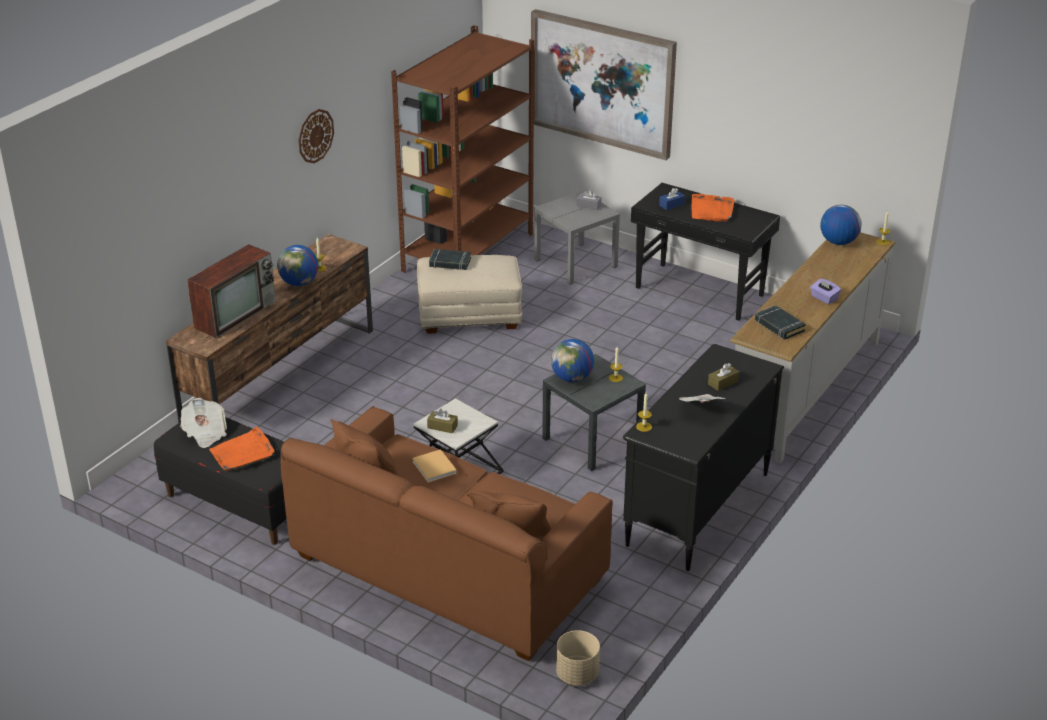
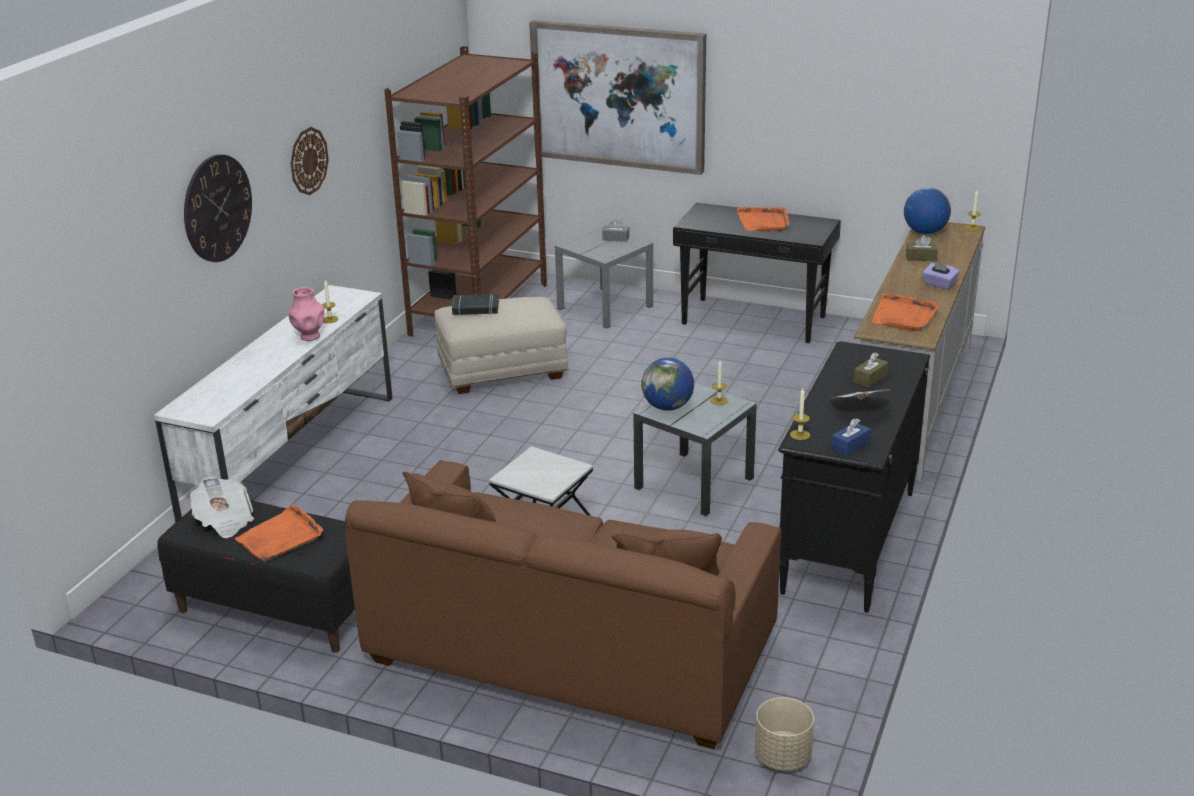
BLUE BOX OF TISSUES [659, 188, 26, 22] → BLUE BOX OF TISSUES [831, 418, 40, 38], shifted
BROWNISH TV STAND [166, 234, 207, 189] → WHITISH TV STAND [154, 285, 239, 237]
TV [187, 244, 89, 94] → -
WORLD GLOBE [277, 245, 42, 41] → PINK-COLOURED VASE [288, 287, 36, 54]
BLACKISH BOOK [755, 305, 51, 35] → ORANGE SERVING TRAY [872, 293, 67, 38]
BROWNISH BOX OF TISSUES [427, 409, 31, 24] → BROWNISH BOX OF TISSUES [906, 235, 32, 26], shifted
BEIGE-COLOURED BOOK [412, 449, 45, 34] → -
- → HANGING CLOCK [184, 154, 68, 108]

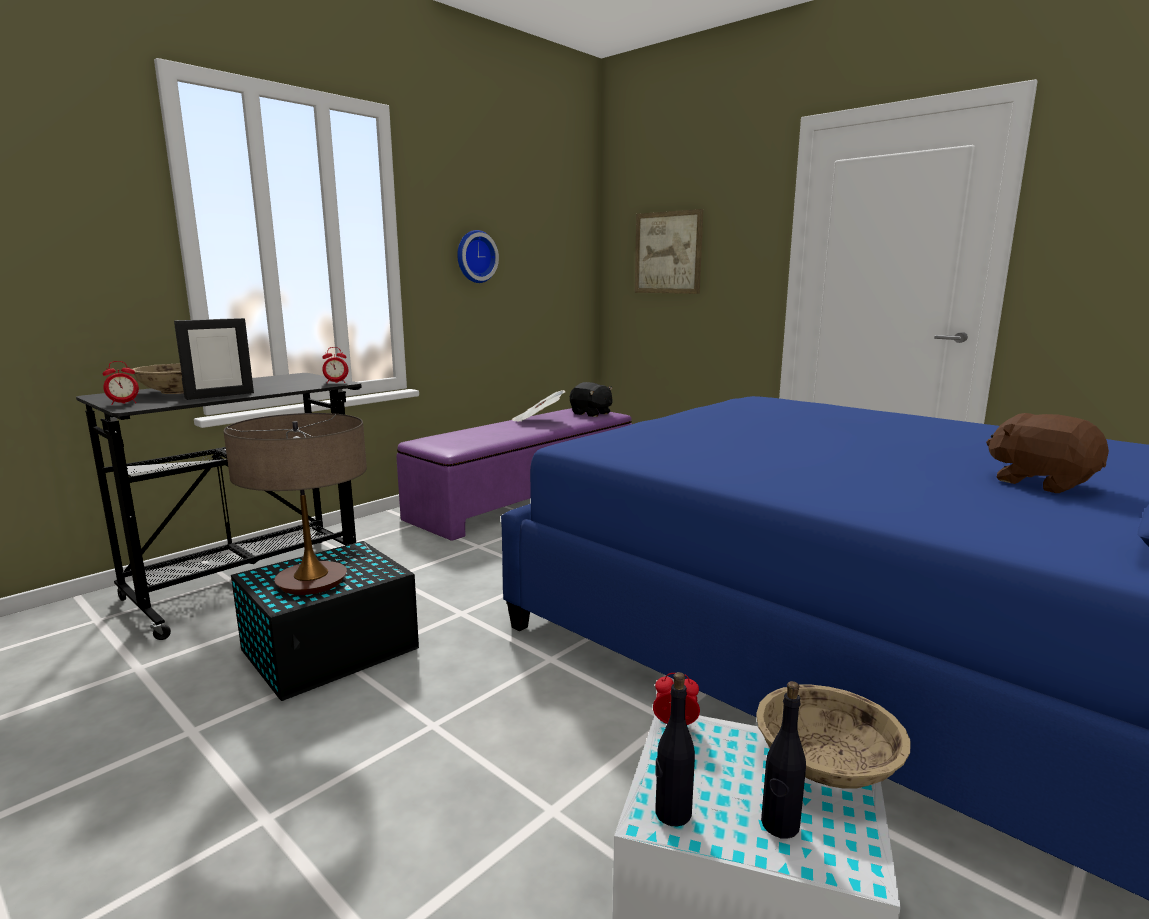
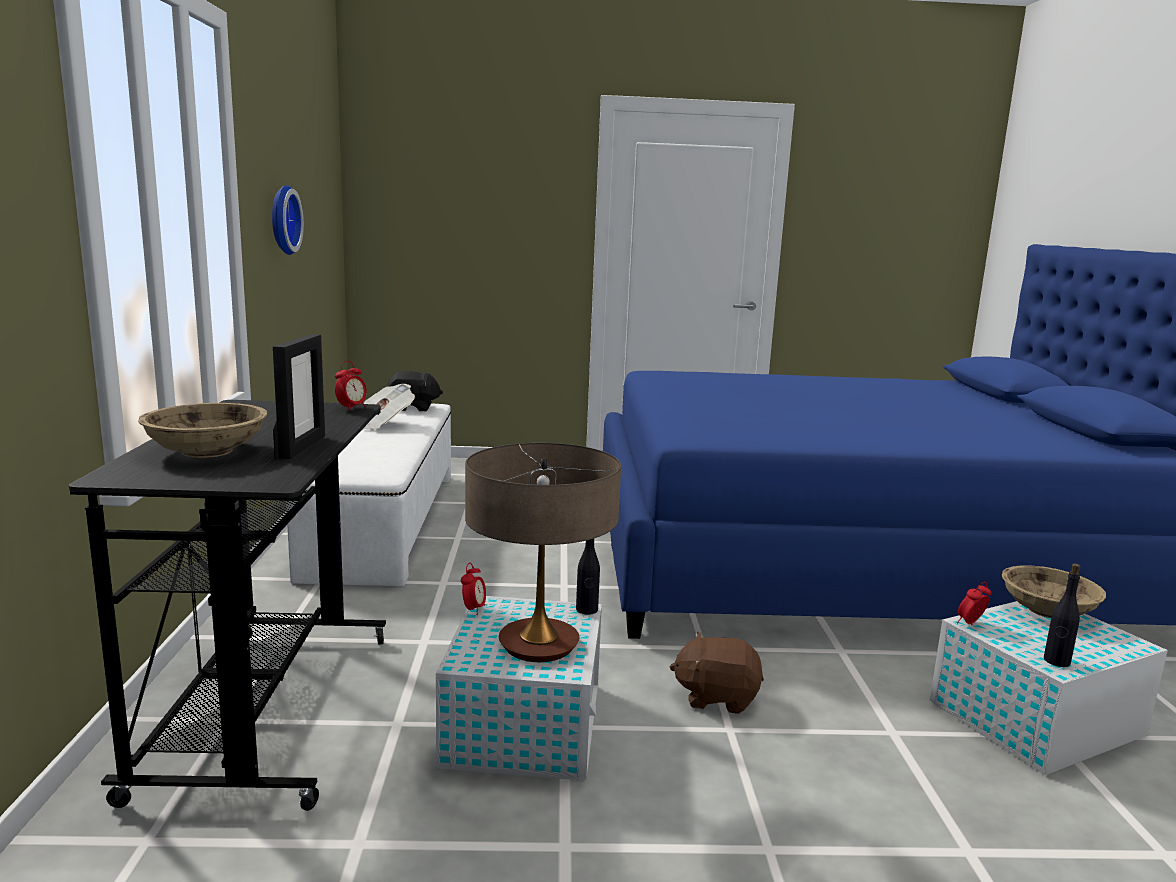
PICTURE [635, 209, 68, 85] → -
ALARM CLOCK [102, 361, 37, 44] → ALARM CLOCK [461, 563, 25, 52], shifted
PURPLE-COLOURED LONG SEAT [396, 408, 236, 133] → WHITISH LONG SEAT [287, 403, 164, 183]
BROWNISH SOFT TOY [986, 413, 123, 80] → BROWNISH SOFT TOY [670, 632, 94, 82], shifted
BLACKISH STORAGE CONTAINER [231, 541, 188, 160] → WHITISH STORAGE CONTAINER [436, 596, 166, 184]
BLACKISH BOTTLE [761, 681, 45, 157] → BLACKISH BOTTLE [576, 539, 24, 76], shifted

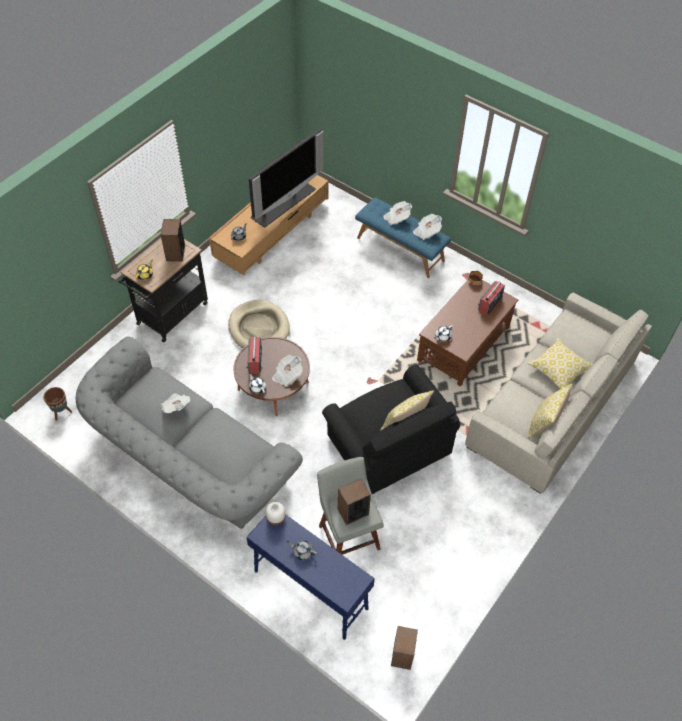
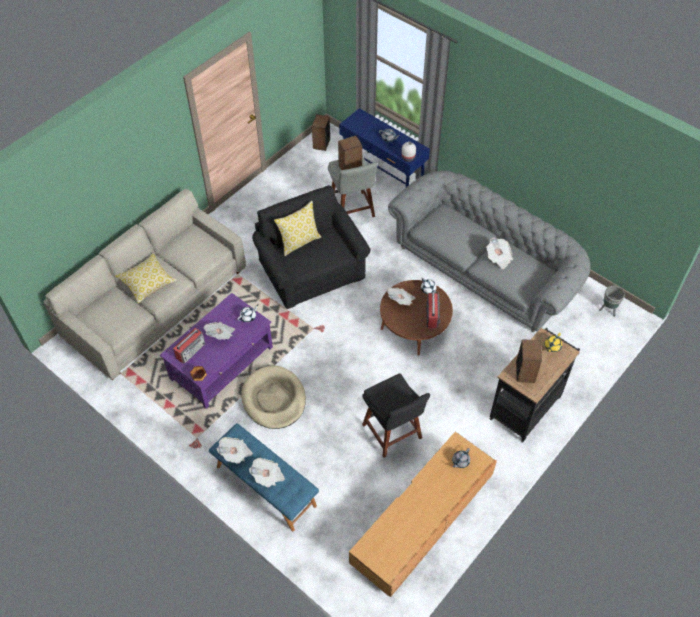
TV [249, 128, 74, 100] → -
BROWNISH LOW TABLE [417, 280, 101, 107] → PURPLE-COLOURED LOW TABLE [160, 293, 113, 115]
BEIGE-COLOURED PET BED [229, 300, 61, 48] → BEIGE-COLOURED PET BED [241, 366, 65, 63], shifted
CUSHION [527, 384, 45, 55] → -
BROWNISH PLANT POT [43, 387, 29, 34] → GREYISH PLANT POT [599, 286, 26, 31]
- → DAILY PAPER [204, 322, 31, 18]
- → BLACKISH SITTING STOOL [362, 373, 68, 85]

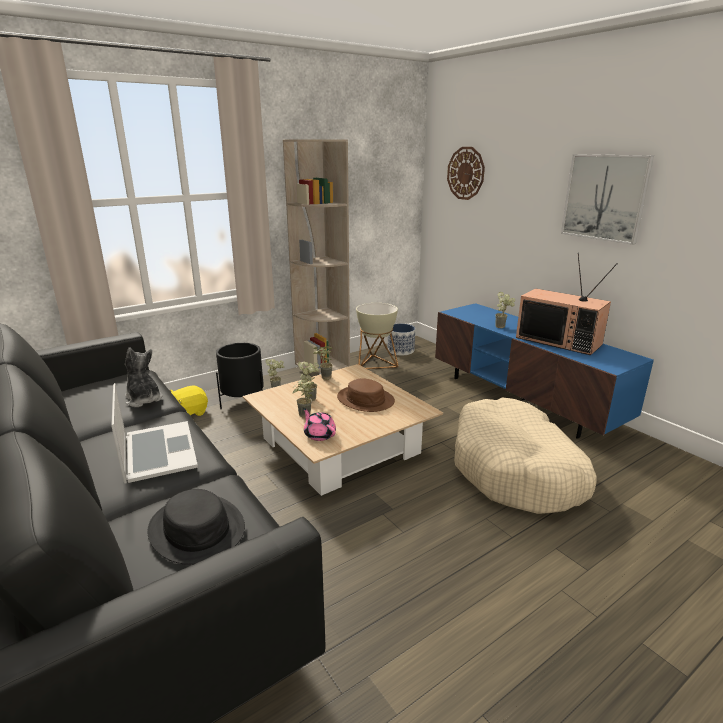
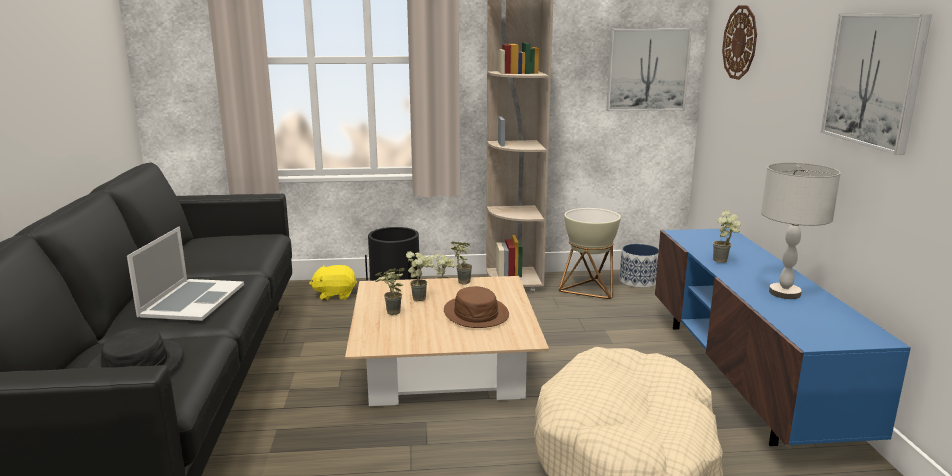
TV [516, 253, 102, 102] → GREYISH LAMP FOR A TABLE [761, 162, 80, 137]
SOFT TOY [125, 347, 37, 60] → -
PINK-COLOURED POT FOR TEA [303, 408, 33, 33] → -
- → PICTURE [606, 29, 86, 82]

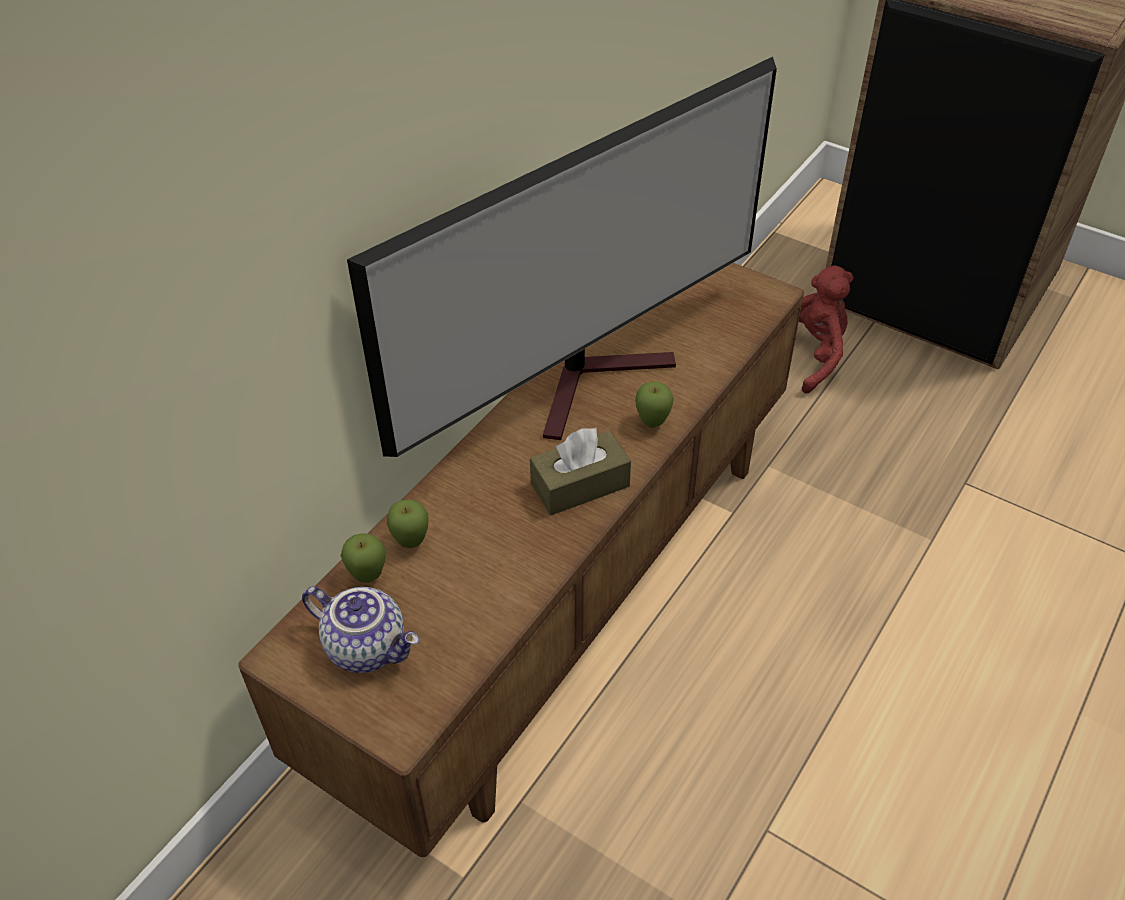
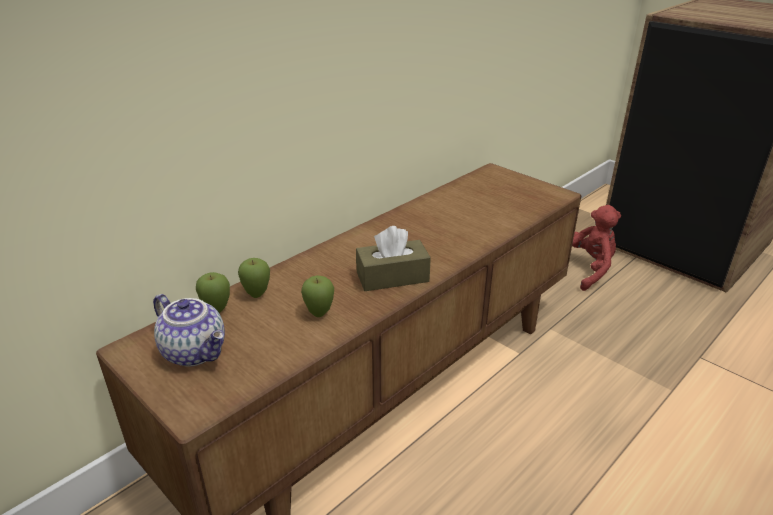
TV [347, 57, 430, 400] → -
APPLE FRUIT [635, 382, 39, 46] → APPLE FRUIT [301, 276, 33, 41], shifted

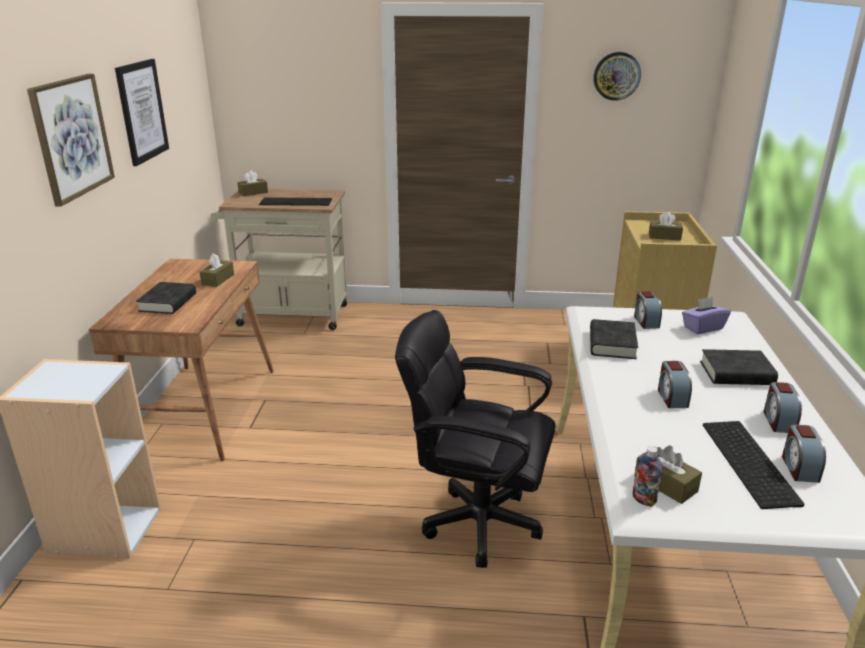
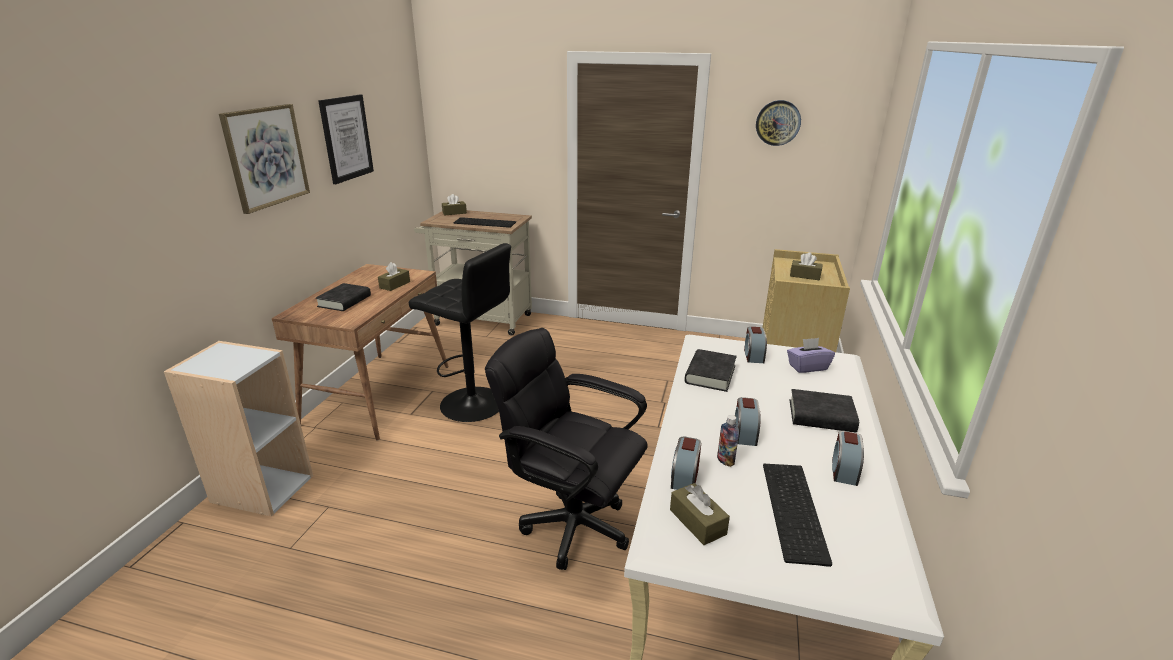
ALARM CLOCK [782, 424, 44, 59] → ALARM CLOCK [671, 436, 30, 54], shifted
BOTTLE [633, 446, 29, 61] → BOTTLE [717, 415, 22, 52], shifted
- → BLACKISH SITTING STOOL [409, 243, 102, 179]

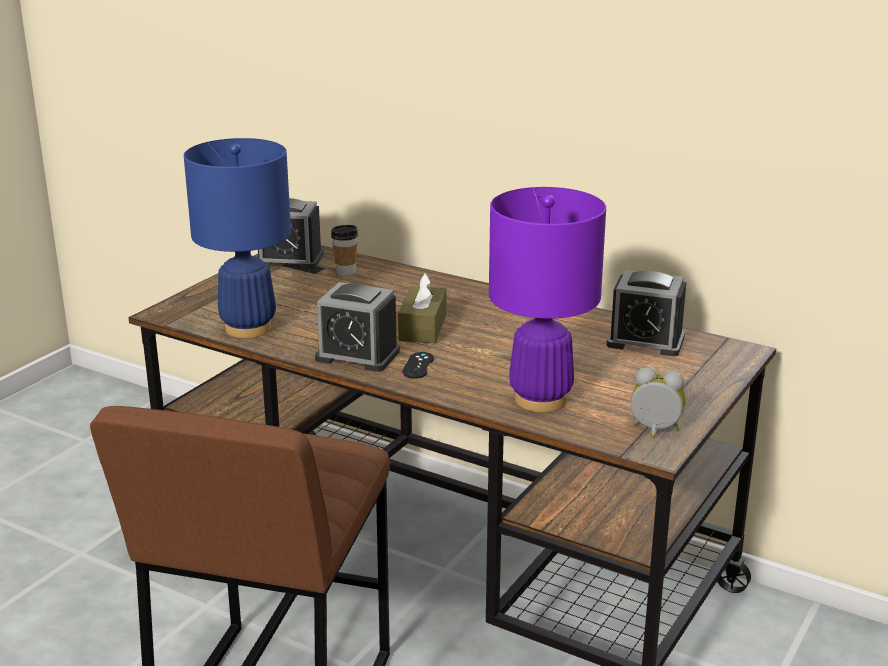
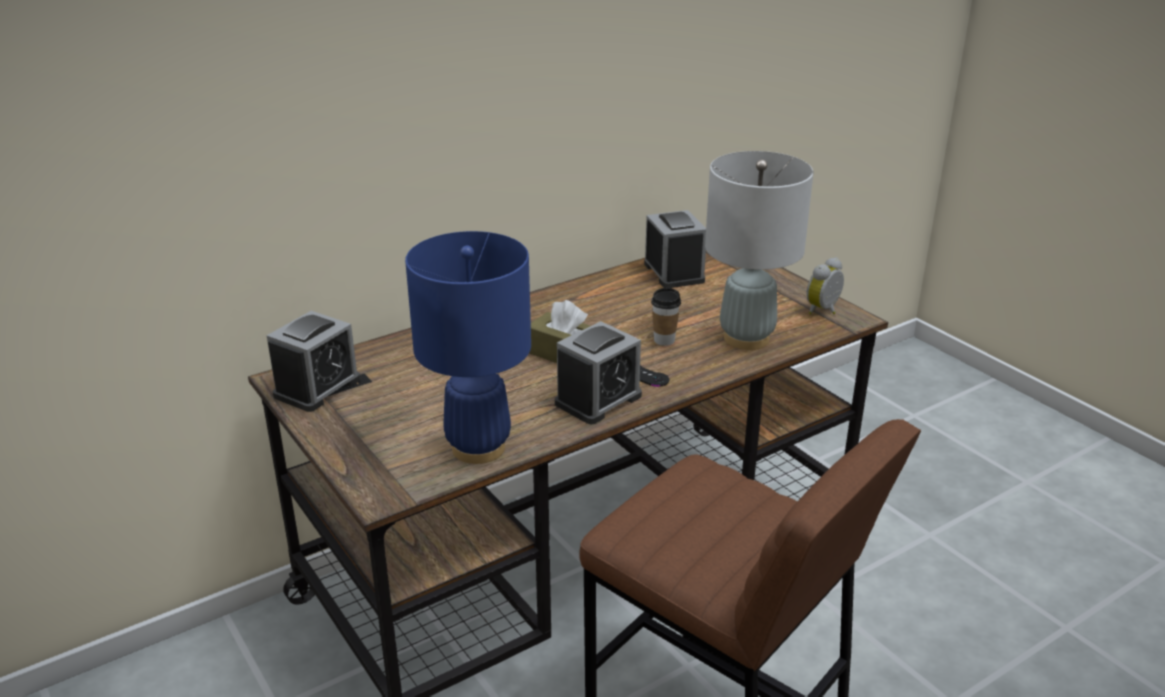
PURPLE-COLOURED LAMP FOR A TABLE [489, 187, 117, 225] → GREYISH LAMP FOR A TABLE [705, 151, 109, 199]
DRINKING CUP [331, 225, 27, 51] → DRINKING CUP [651, 288, 30, 58], shifted
ALARM CLOCK [607, 270, 79, 86] → ALARM CLOCK [644, 210, 62, 78], 60 degrees counterclockwise

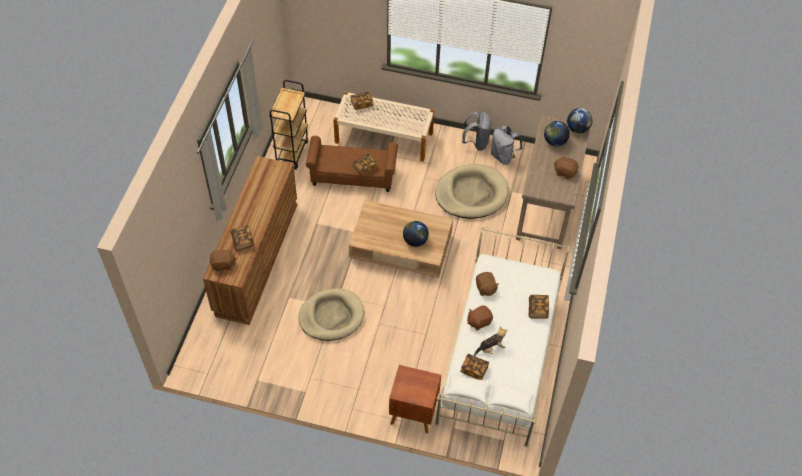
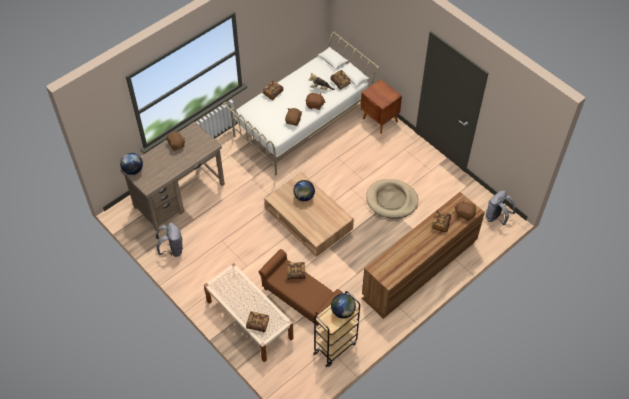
GREYISH RUCKSACK [462, 112, 30, 39] → GREYISH RUCKSACK [485, 190, 30, 35], shifted
WORLD GLOBE [544, 121, 26, 25] → WORLD GLOBE [331, 294, 25, 25], shifted
BEIGE-COLOURED PET BED [435, 164, 74, 55] → -

